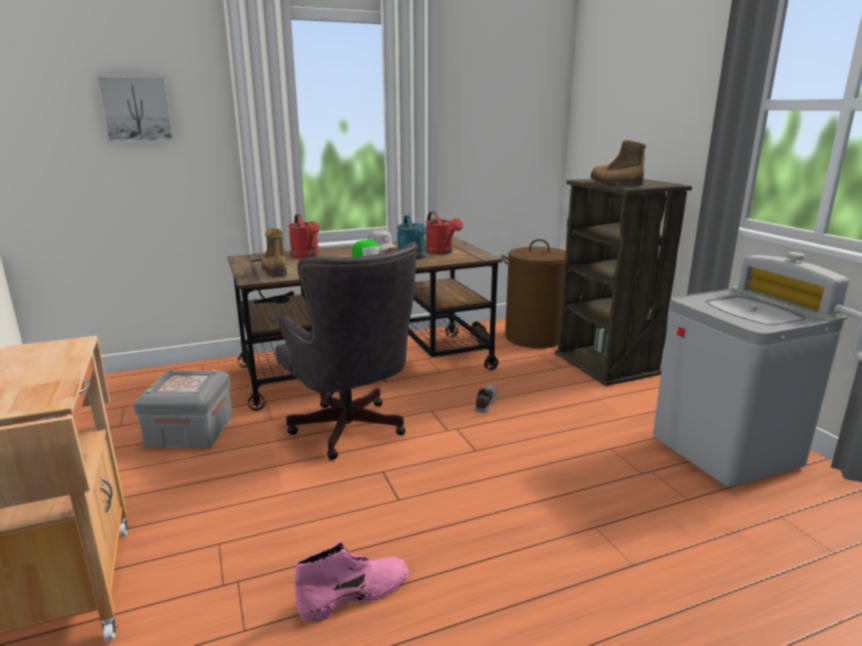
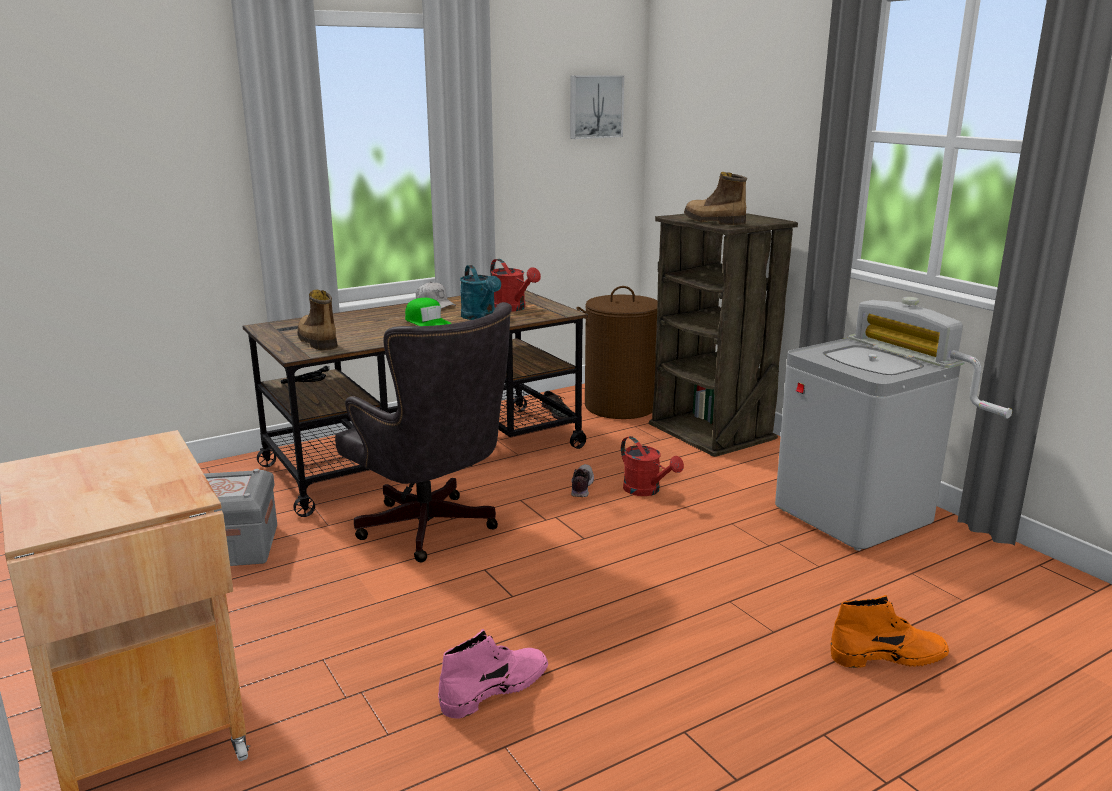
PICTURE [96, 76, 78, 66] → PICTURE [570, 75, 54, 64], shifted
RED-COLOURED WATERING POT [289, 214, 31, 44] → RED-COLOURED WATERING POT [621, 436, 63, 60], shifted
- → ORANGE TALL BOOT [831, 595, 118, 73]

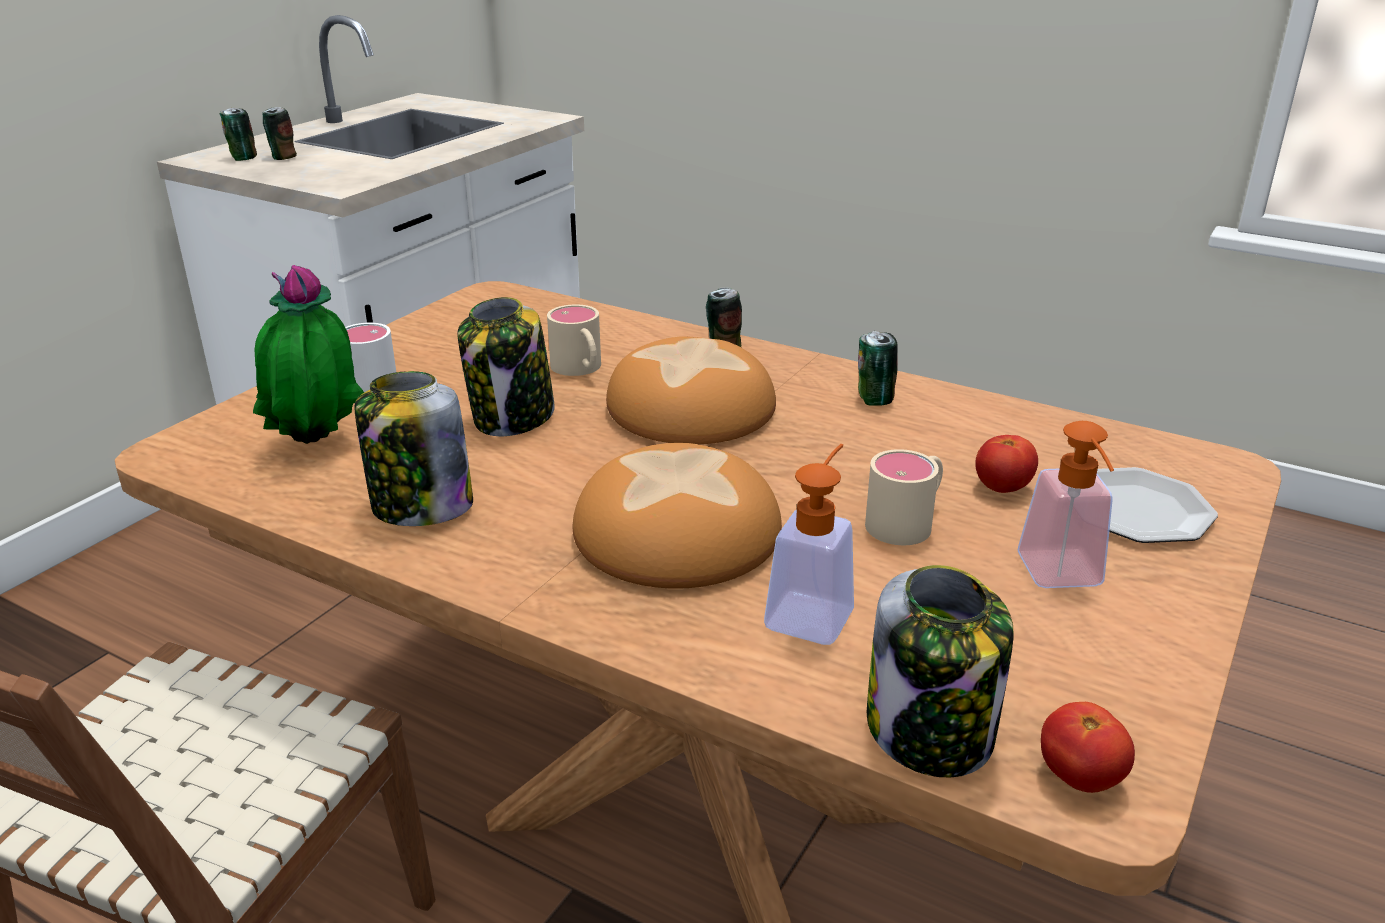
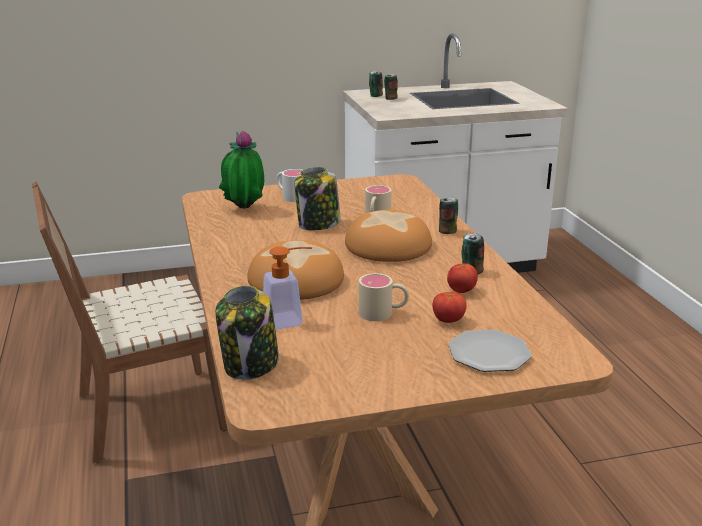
JAR [355, 371, 118, 155] → -
SOAP BOTTLE [1017, 421, 97, 167] → -
WHOLE TOMATO [1041, 702, 94, 91] → WHOLE TOMATO [447, 263, 31, 30], shifted

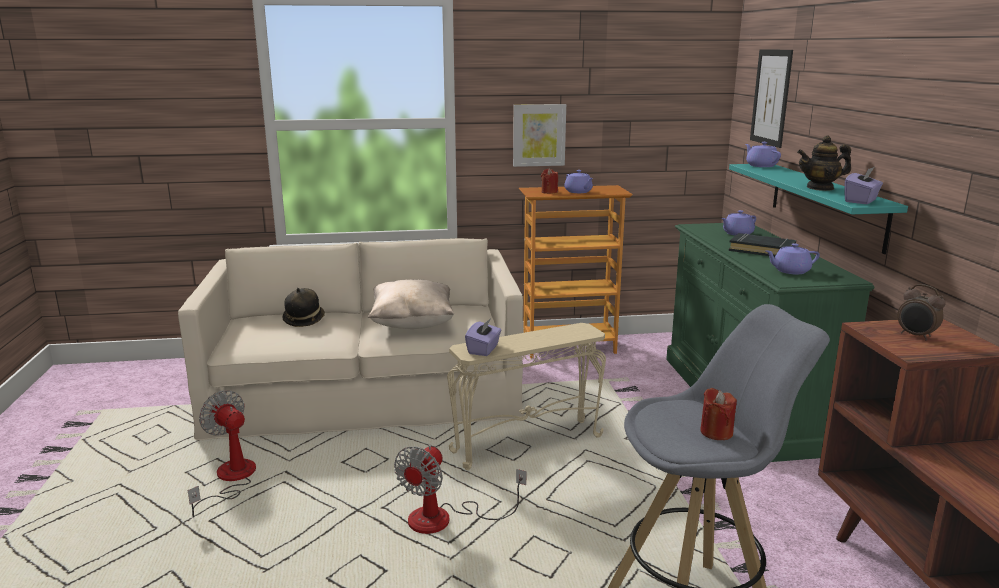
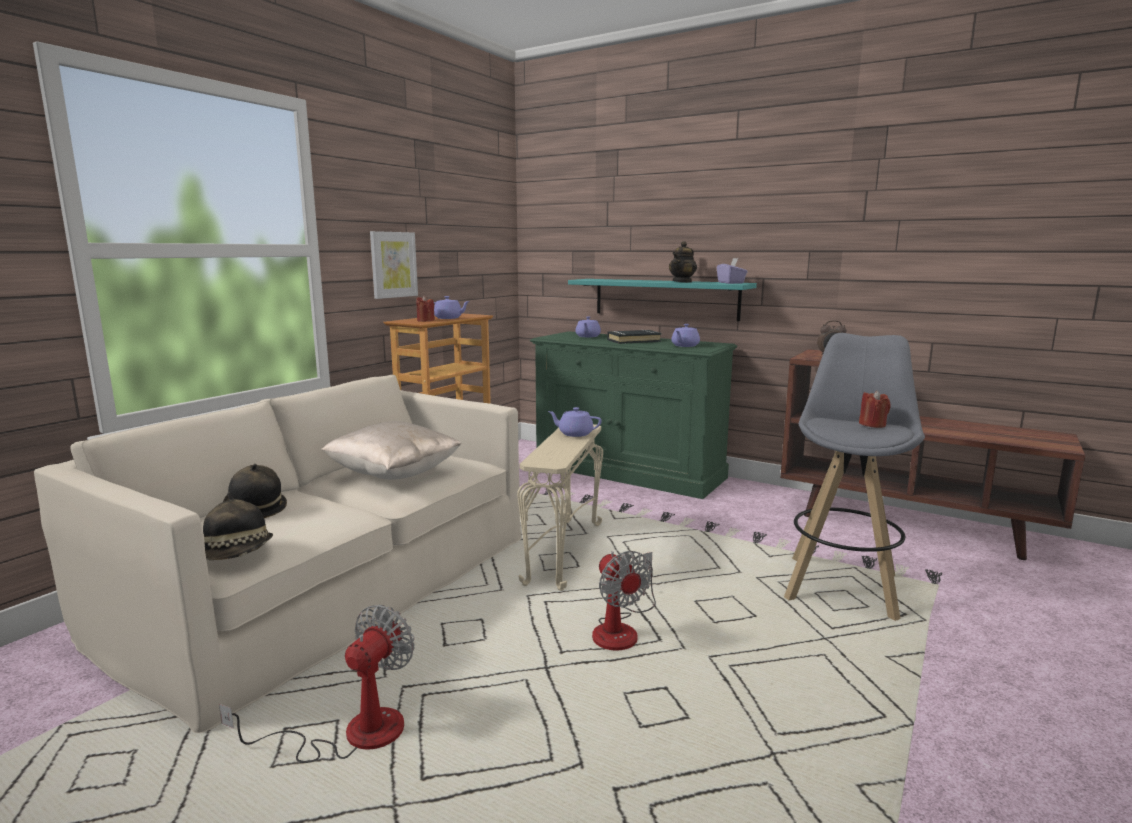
PICTURE [750, 49, 43, 99] → -
PURPLE-COLOURED POT FOR TEA [746, 142, 35, 25] → PURPLE-COLOURED POT FOR TEA [548, 407, 54, 30], shifted
PURPLE-COLOURED BOX OF TISSUES [465, 318, 36, 38] → -
FAN [187, 390, 69, 128] → FAN [219, 605, 196, 158], 120 degrees clockwise
- → CLOTHING HAT [203, 493, 70, 67]

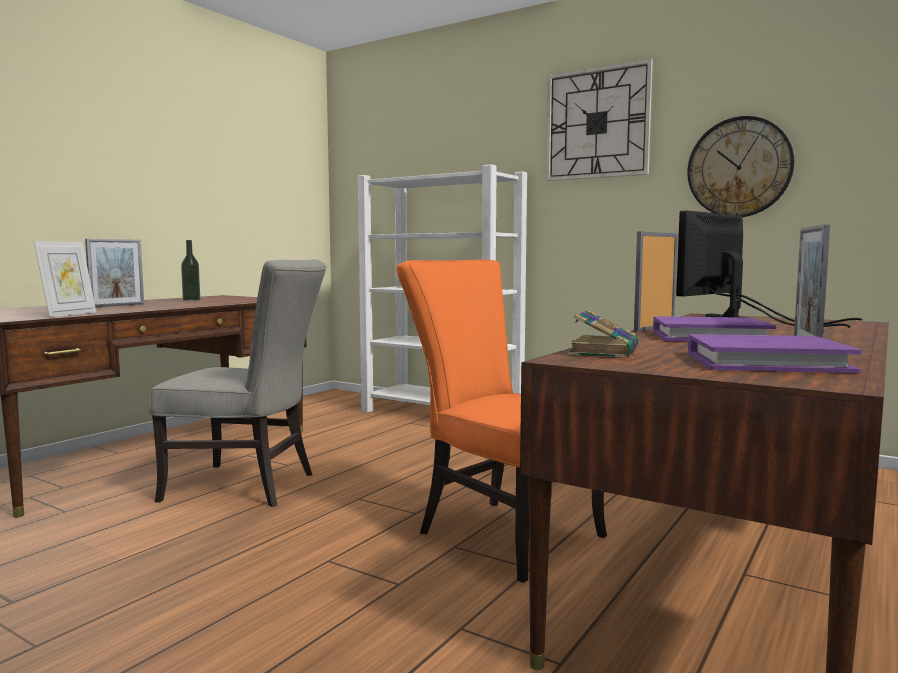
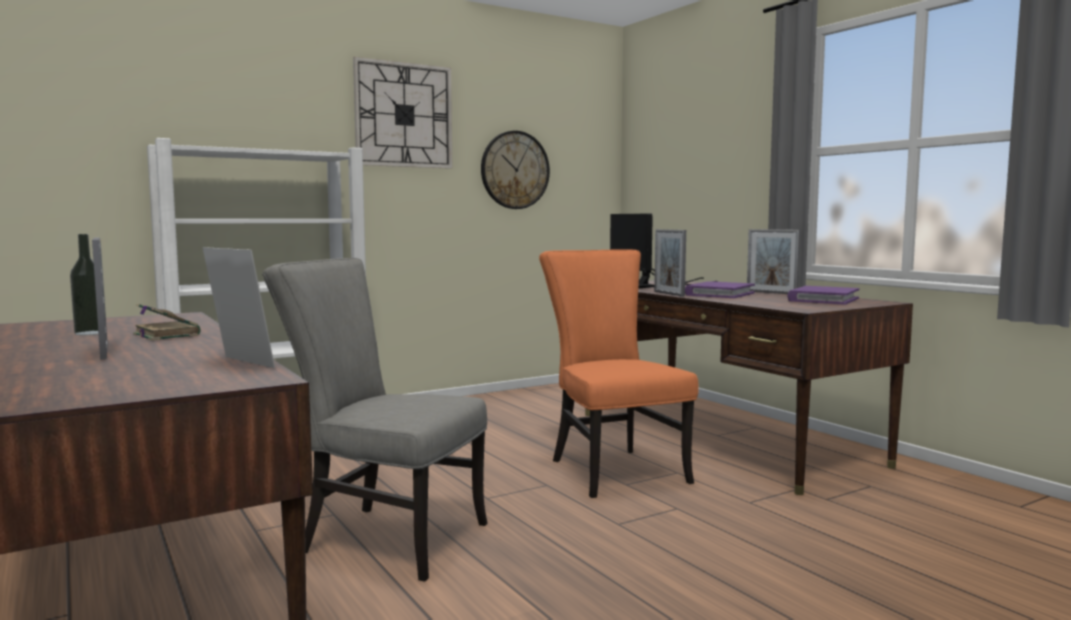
GREYISH CHAIR [148, 259, 179, 248] → GREYISH CHAIR [262, 258, 226, 324], 105 degrees counterclockwise
ORANGE CHAIR [396, 260, 211, 323] → ORANGE CHAIR [539, 249, 160, 249], 90 degrees clockwise
BOOK [568, 310, 70, 48] → BOOK [133, 304, 68, 37], shifted

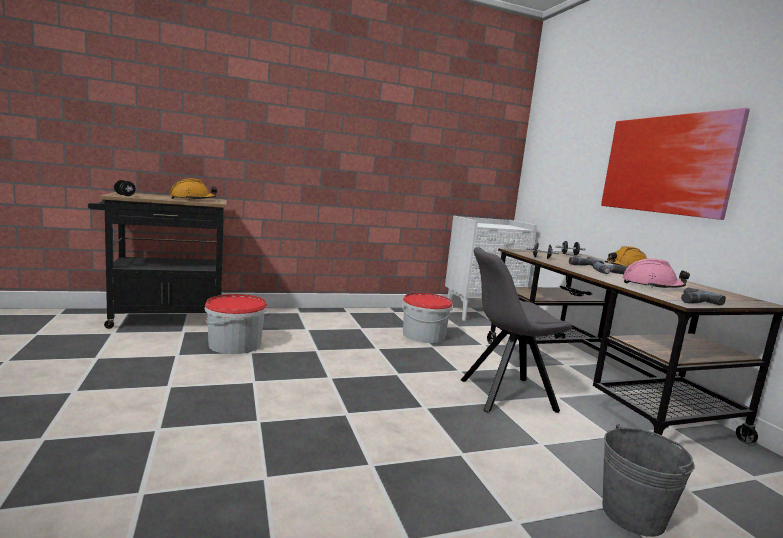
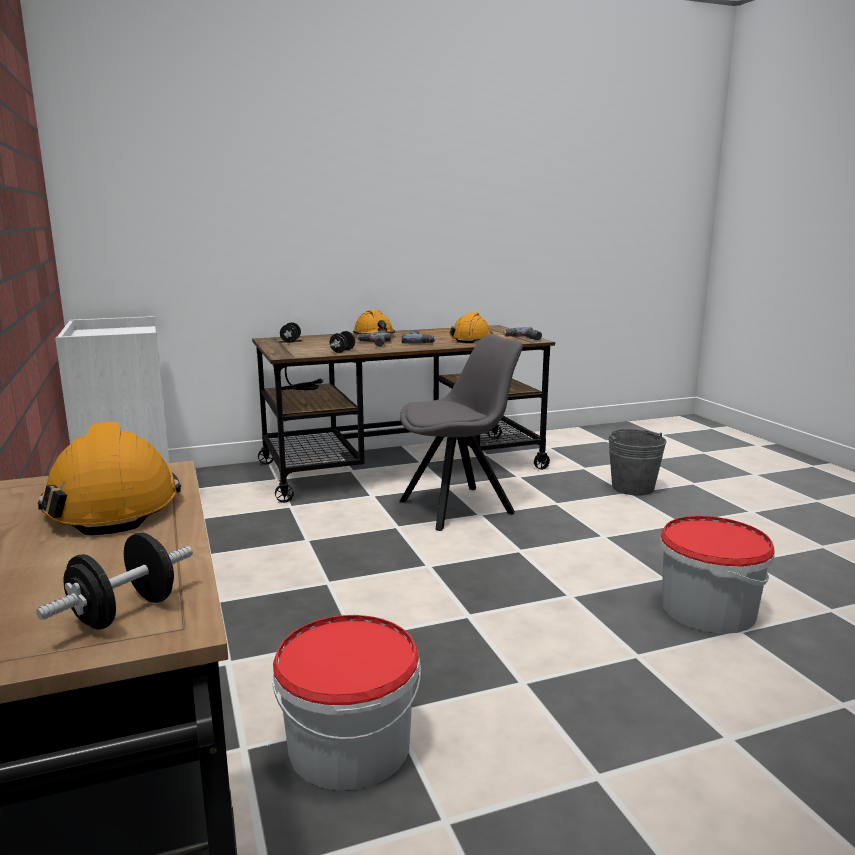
PICTURE [601, 108, 149, 112] → -
GREYISH CHAIR [461, 247, 111, 166] → GREYISH CHAIR [400, 334, 123, 197], 105 degrees counterclockwise
PINK-COLOURED HARD HAT [622, 258, 68, 30] → ORANGE HARD HAT [450, 312, 43, 31]
WATER BUCKET [402, 293, 51, 50] → WATER BUCKET [659, 516, 116, 118], shifted

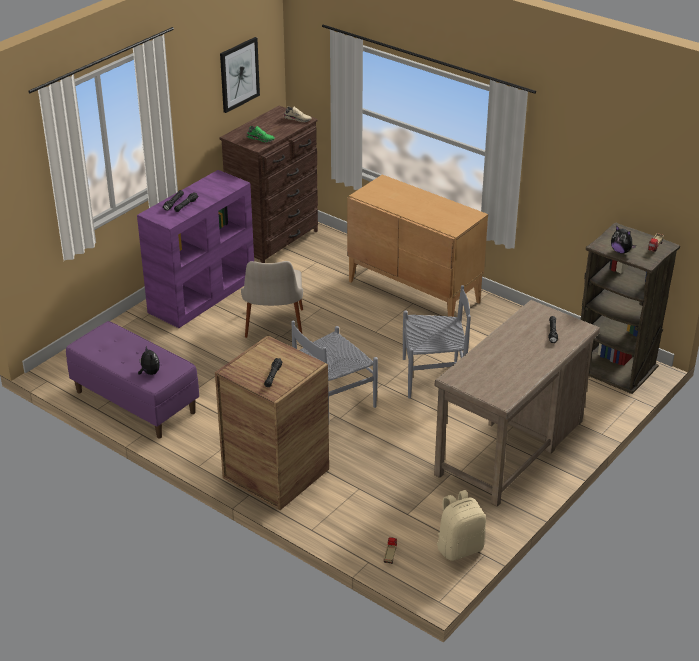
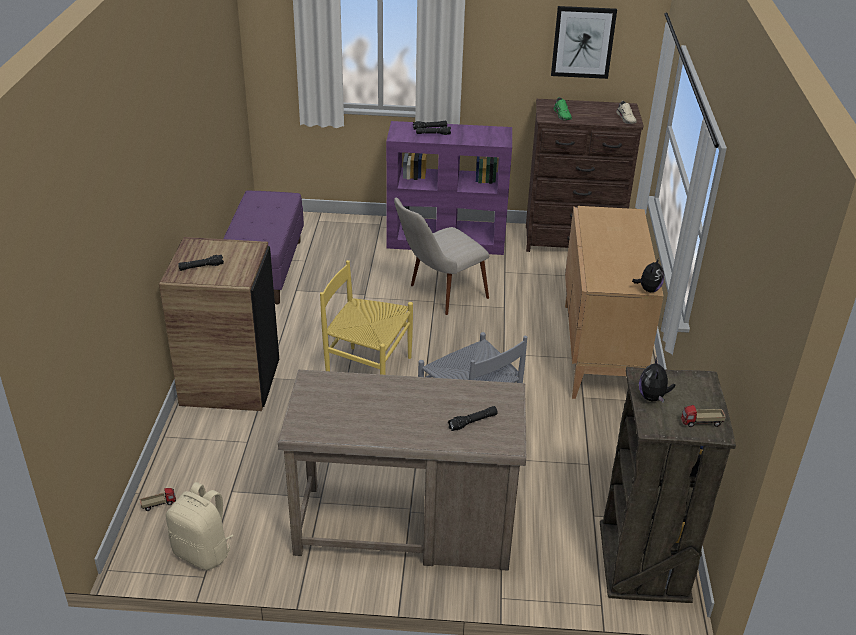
GREYISH CHAIR [292, 321, 86, 87] → YELLOWISH CHAIR [320, 260, 93, 115]
SOFT TOY [138, 345, 22, 30] → SOFT TOY [632, 257, 32, 35], shifted

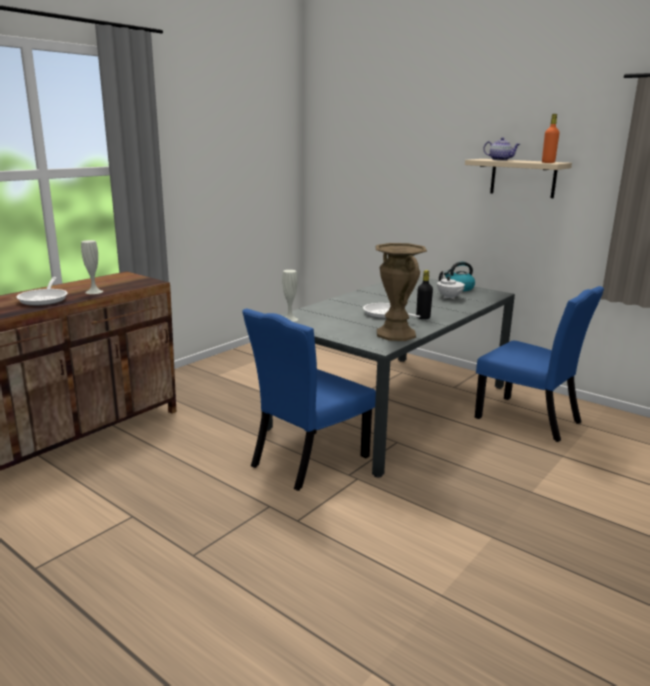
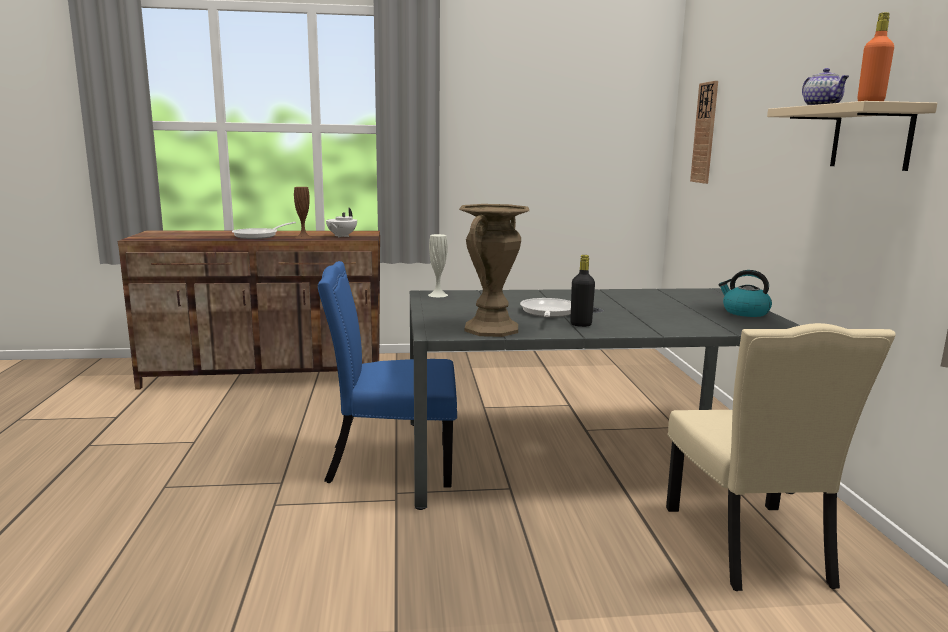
WHITISH VASE [81, 240, 22, 54] → BROWNISH VASE [294, 187, 18, 52]
WHITISH POT FOR TEA [437, 271, 28, 28] → WHITISH POT FOR TEA [326, 208, 31, 30], shifted
BLUE CHAIR [475, 286, 129, 156] → BEIGE-COLOURED CHAIR [666, 323, 230, 268]
- → HANGING CLOCK [690, 81, 28, 103]

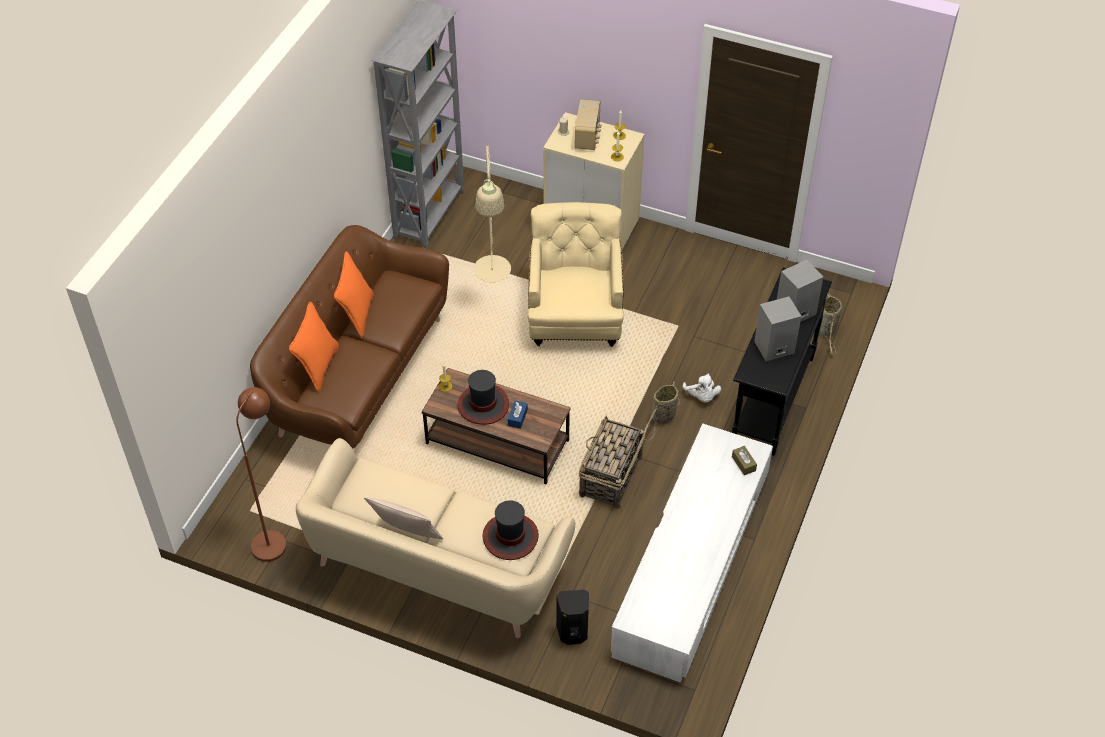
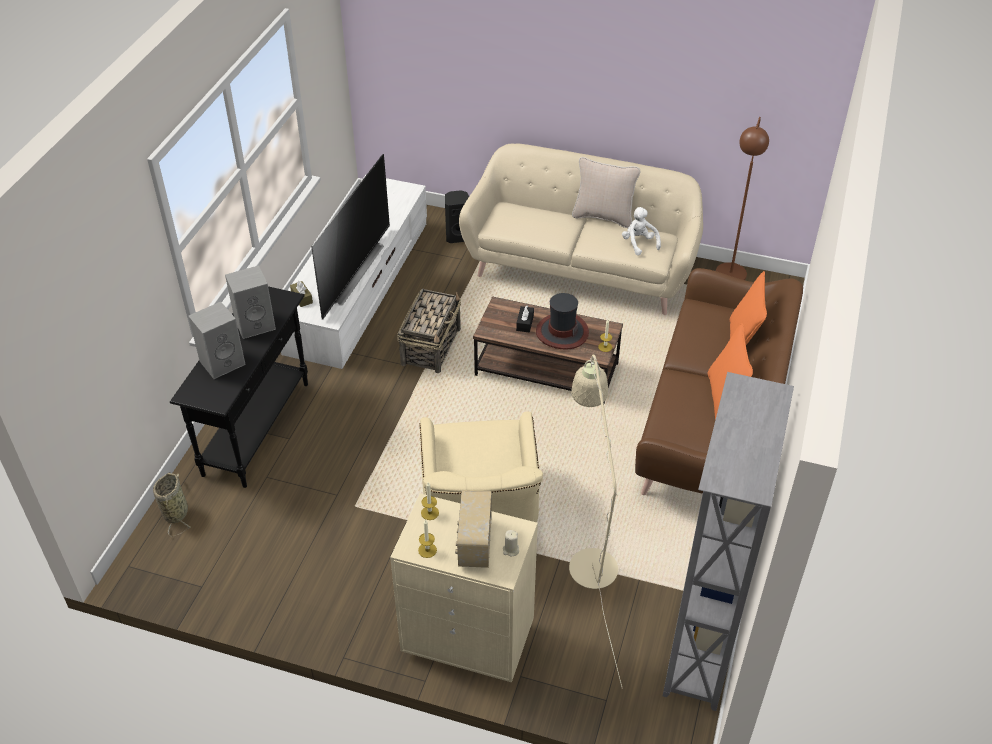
WHITISH SOFT TOY [683, 374, 38, 28] → WHITISH SOFT TOY [622, 207, 39, 49], shifted
HOUSEHOLD BASKET [644, 382, 36, 58] → -
BLUE BOX OF TISSUES [508, 401, 20, 28] → BLACKISH BOX OF TISSUES [516, 306, 18, 27]
CLOTHING HAT [483, 500, 56, 60] → -
- → TV [311, 154, 79, 166]

